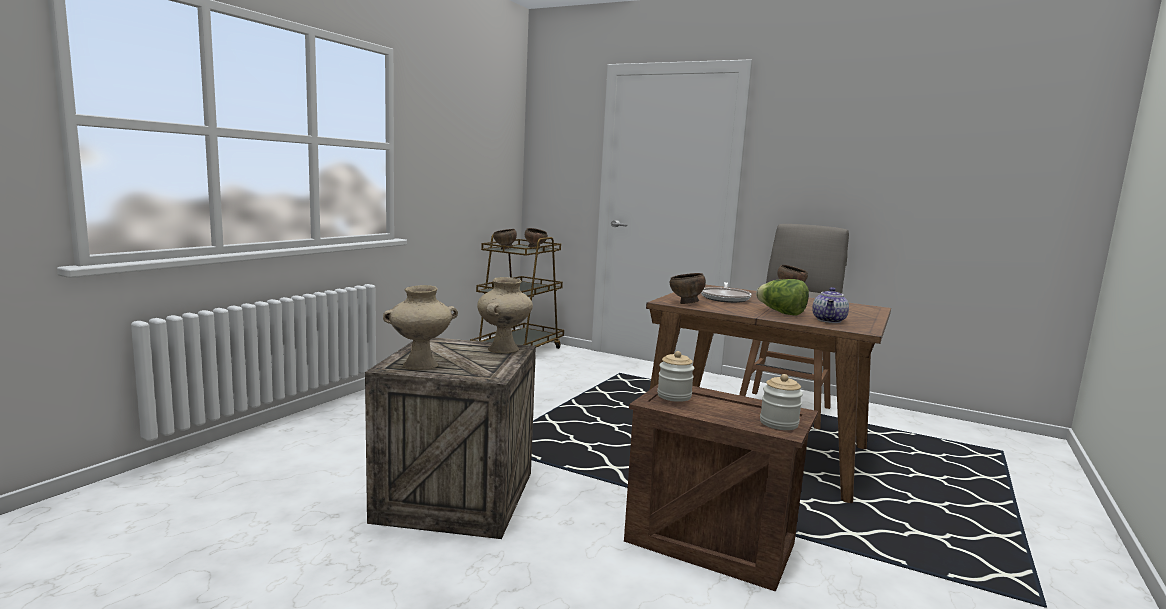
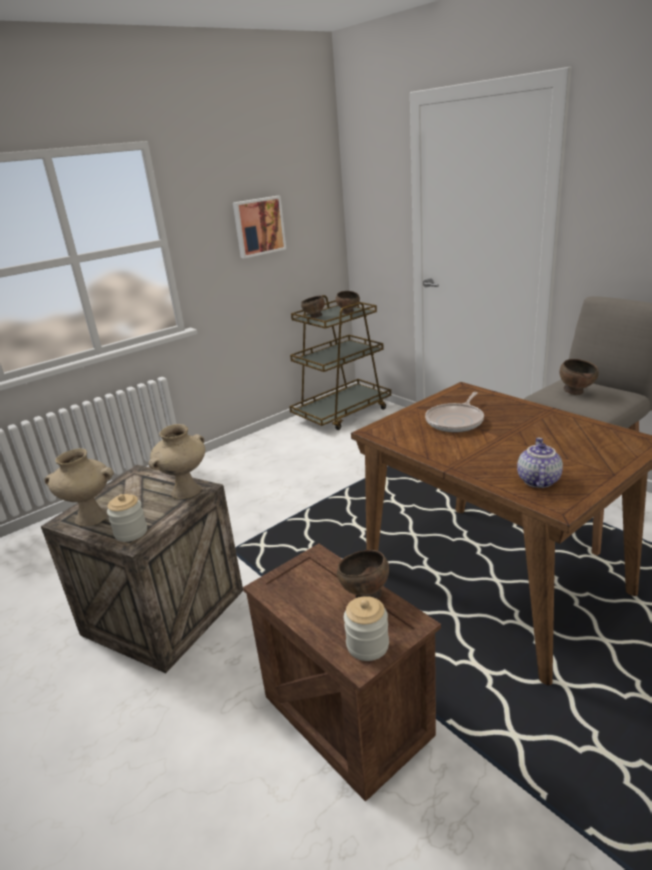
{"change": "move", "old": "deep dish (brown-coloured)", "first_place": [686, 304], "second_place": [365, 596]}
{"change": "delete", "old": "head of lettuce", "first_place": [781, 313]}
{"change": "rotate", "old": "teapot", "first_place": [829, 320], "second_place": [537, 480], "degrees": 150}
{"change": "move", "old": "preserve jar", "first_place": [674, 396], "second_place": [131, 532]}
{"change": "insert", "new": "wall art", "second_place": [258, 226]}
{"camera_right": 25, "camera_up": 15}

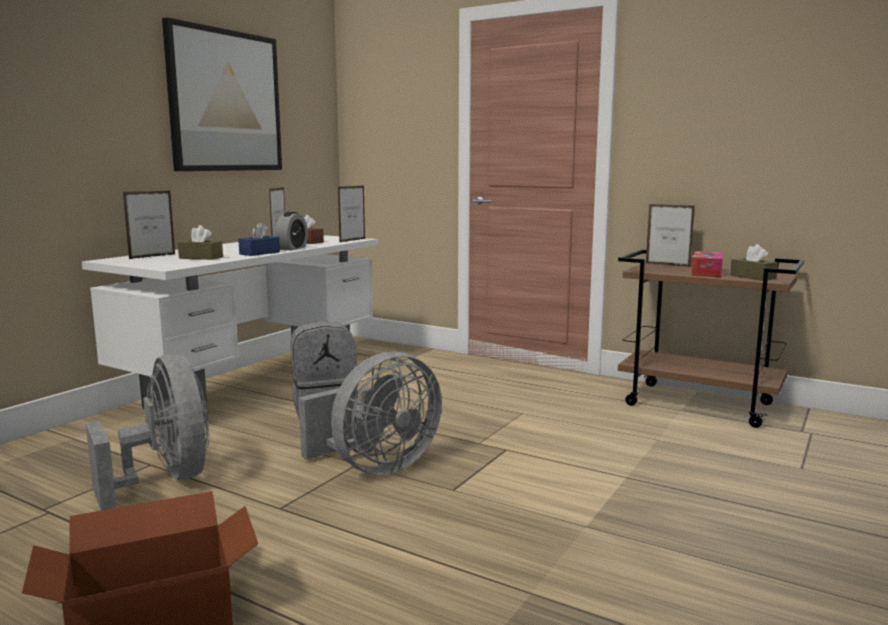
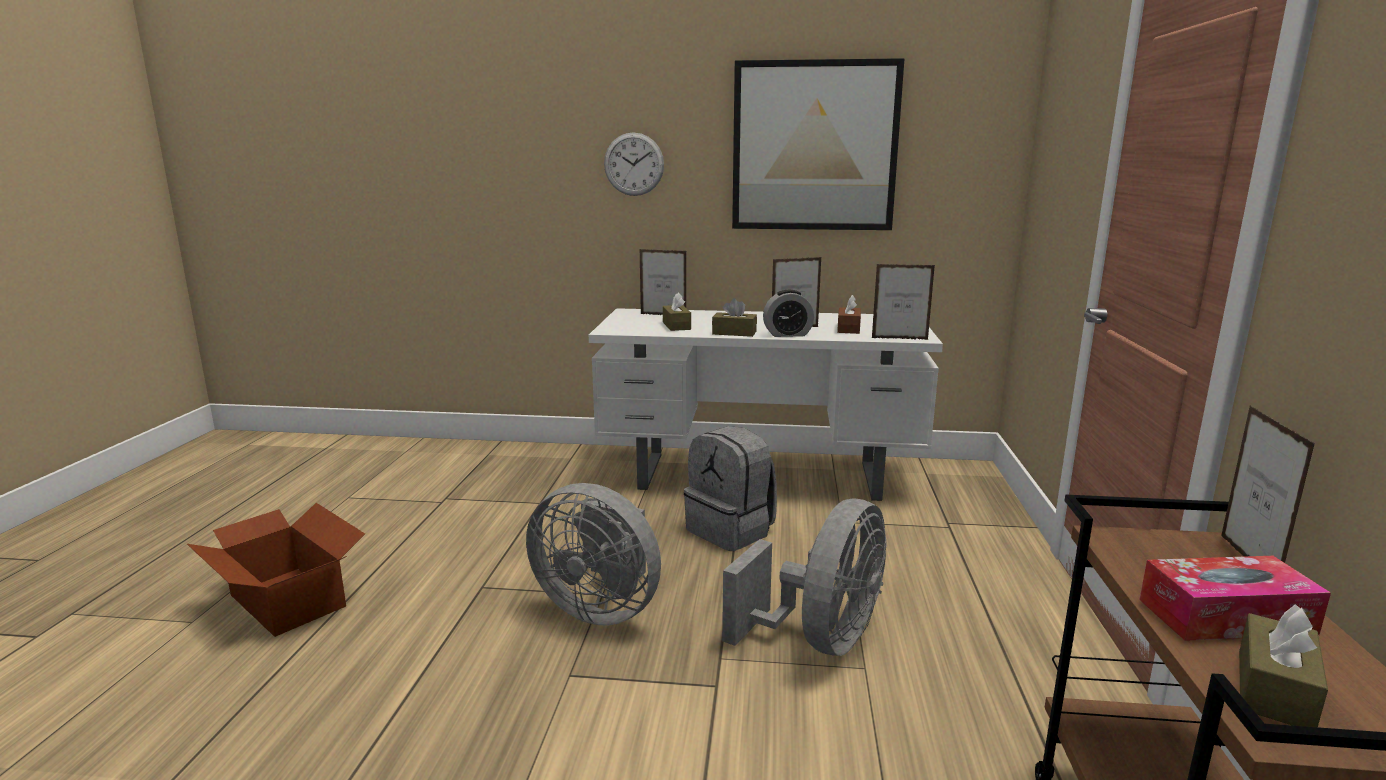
{"change": "recolor", "old": "tissue holder (blue)", "new": "tissue holder (brown-coloured)", "first_place": [259, 253], "second_place": [734, 333]}
{"change": "move", "old": "electric fan (gray)", "first_place": [166, 480], "second_place": [820, 639]}
{"change": "insert", "new": "wall clock", "second_place": [634, 164]}
{"camera_right": 65, "camera_up": 5}

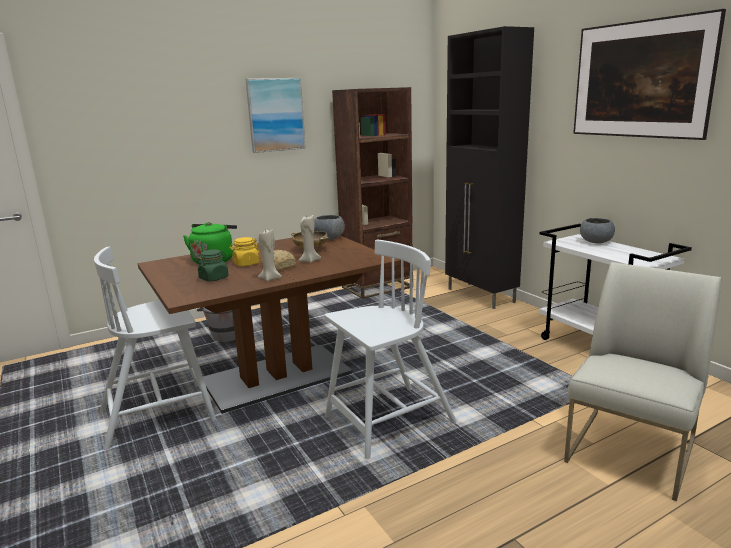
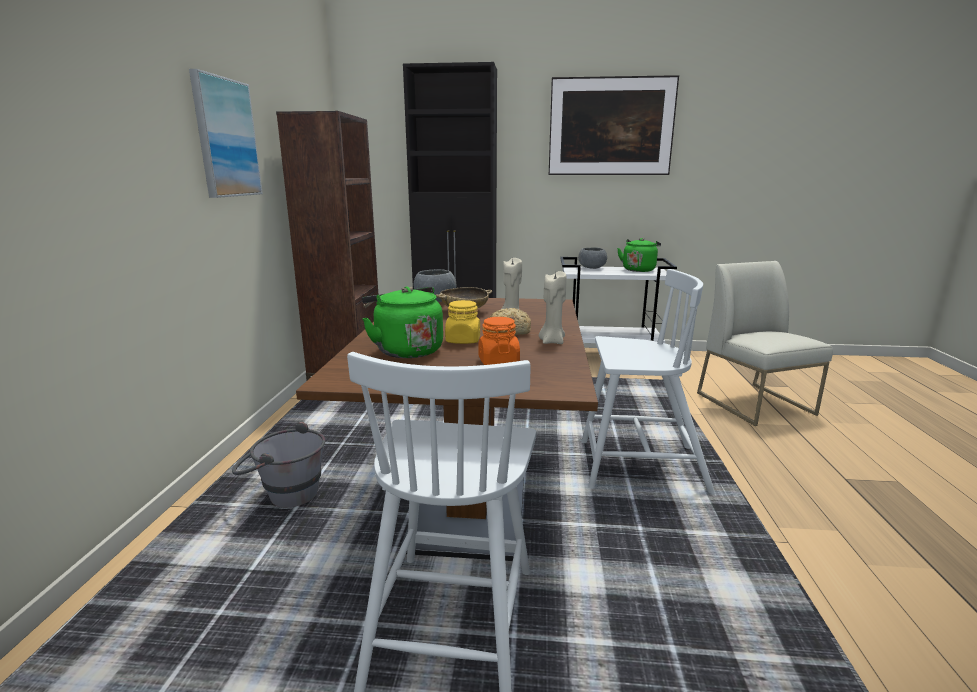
{"change": "rotate", "old": "chair (whitish)", "first_place": [387, 421], "second_place": [639, 466], "degrees": 90}
{"change": "recolor", "old": "preserve jar (green)", "new": "preserve jar (orange-coloured)", "first_place": [214, 278], "second_place": [498, 362]}
{"change": "insert", "new": "water kettle (green)", "second_place": [639, 269]}
{"camera_right": -55, "camera_up": 0}

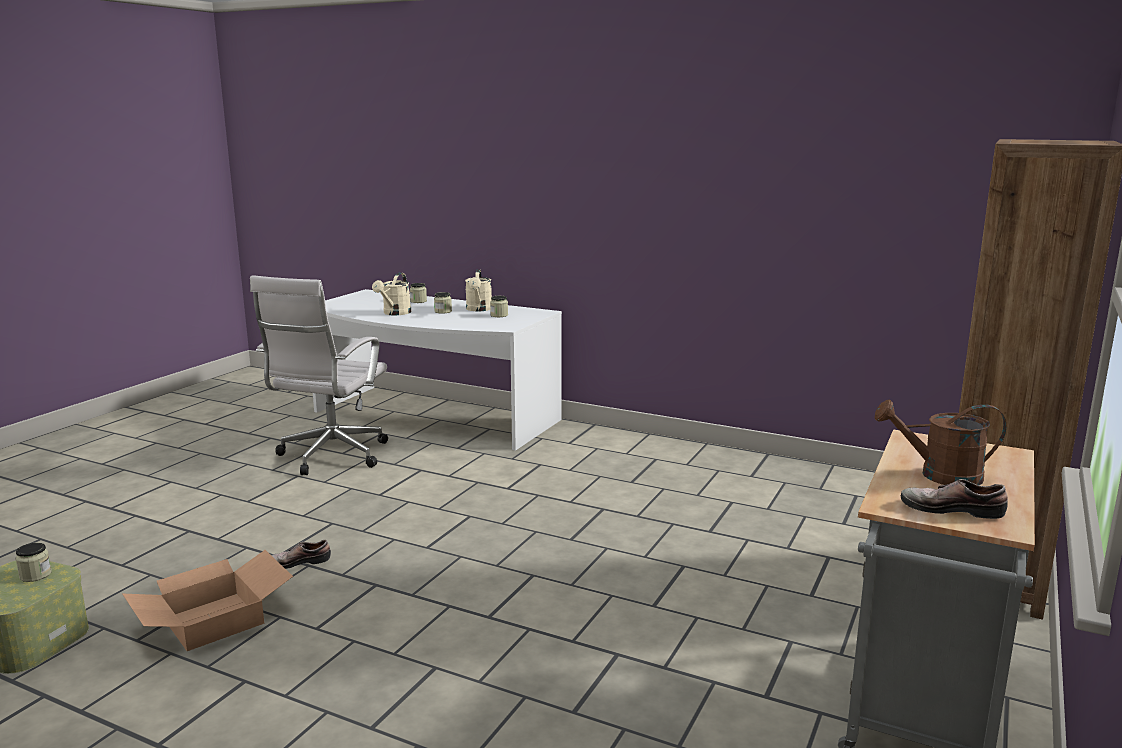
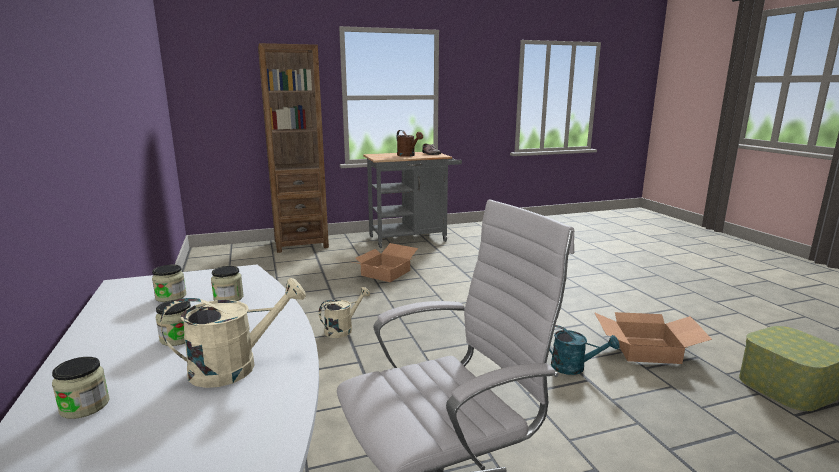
{"change": "move", "old": "sprinkling can (sand-coloured)", "first_place": [479, 309], "second_place": [343, 329]}
{"change": "replace", "old": "shoe", "new": "sprinkling can (turquoise-coloured)", "first_place": [298, 561], "second_place": [574, 368]}
{"change": "move", "old": "preserve jar", "first_place": [35, 575], "second_place": [228, 298]}
{"change": "insert", "new": "packing box", "second_place": [385, 273]}
{"camera_right": -135, "camera_up": 0}

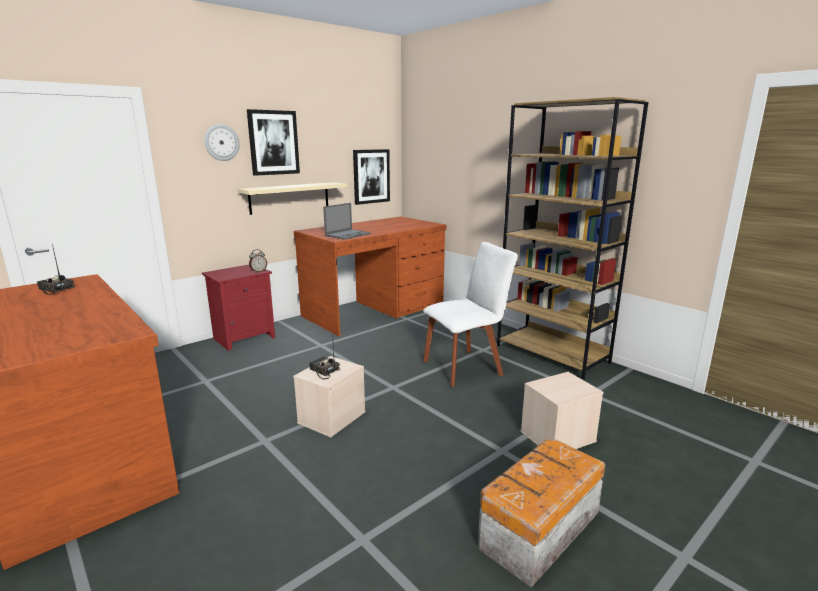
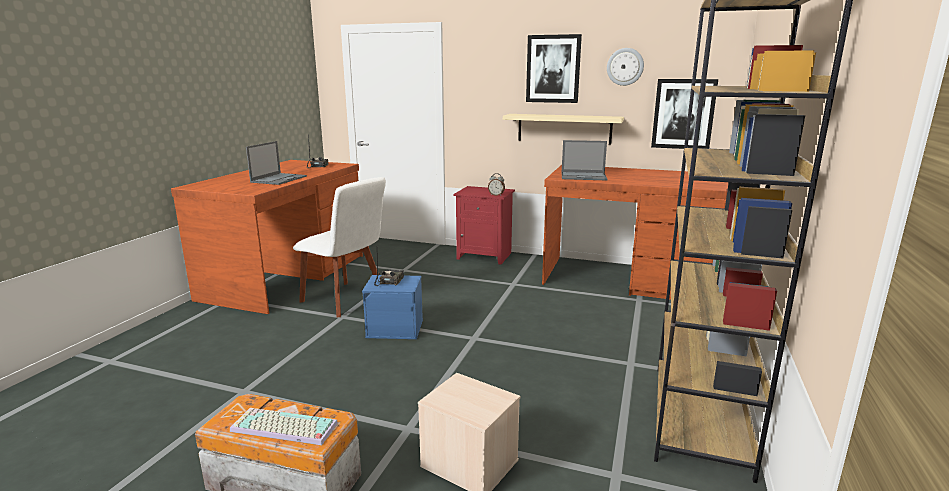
{"change": "move", "old": "wall clock", "first_place": [221, 142], "second_place": [625, 66]}
{"change": "move", "old": "chair (whitish)", "first_place": [465, 367], "second_place": [346, 300]}
{"change": "recolor", "old": "storage container (sand-coloured)", "new": "storage container (blue)", "first_place": [331, 417], "second_place": [395, 328]}
{"change": "insert", "new": "portable computer", "second_place": [279, 179]}
{"change": "insert", "new": "computer keyboard", "second_place": [282, 428]}
{"camera_right": 60, "camera_up": 0}

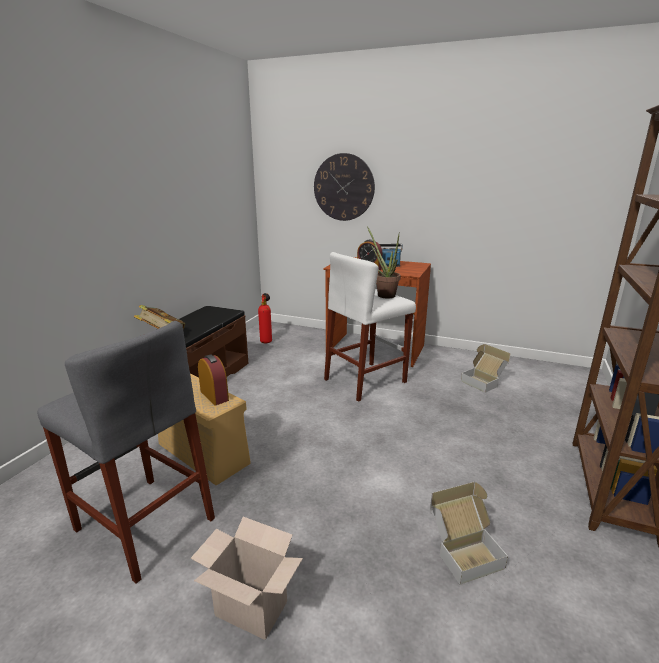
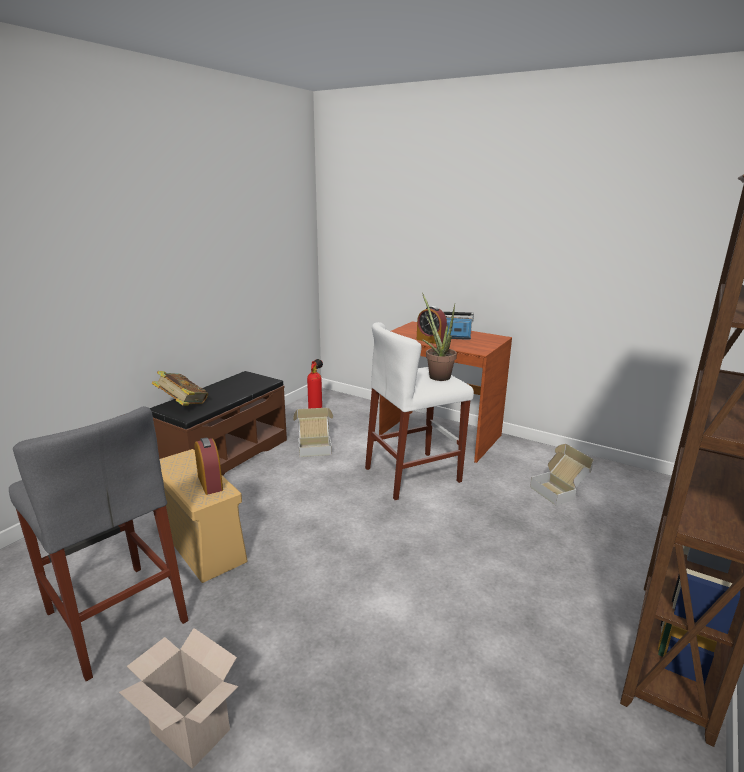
{"change": "delete", "old": "wall clock", "first_place": [343, 187]}
{"change": "move", "old": "packing box", "first_place": [463, 550], "second_place": [314, 447]}
{"camera_right": 10, "camera_up": 0}

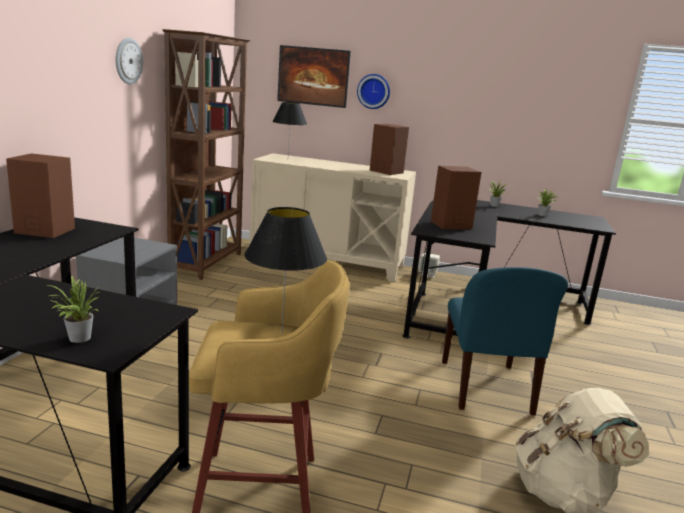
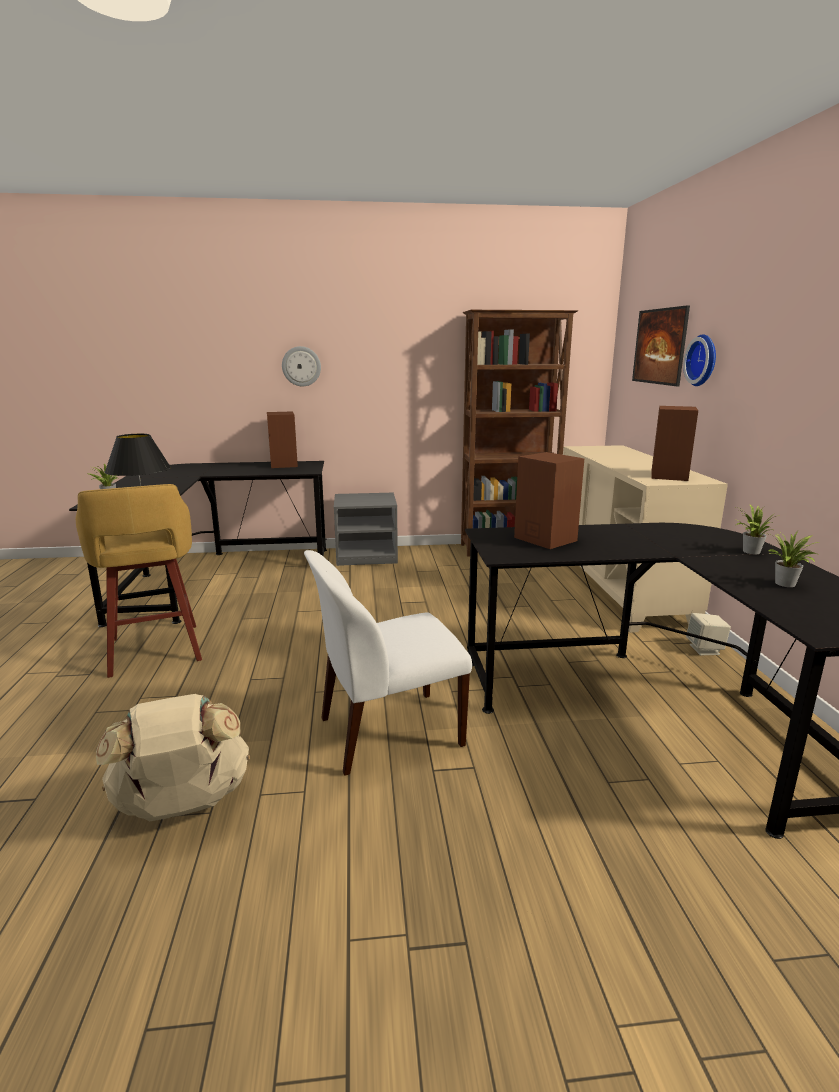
{"change": "move", "old": "wall clock", "first_place": [128, 61], "second_place": [301, 366]}
{"change": "delete", "old": "table lamp (black)", "first_place": [287, 159]}
{"change": "recolor", "old": "chair (blue)", "new": "chair (whitish)", "first_place": [486, 388], "second_place": [387, 732]}
{"camera_right": 70, "camera_up": 0}

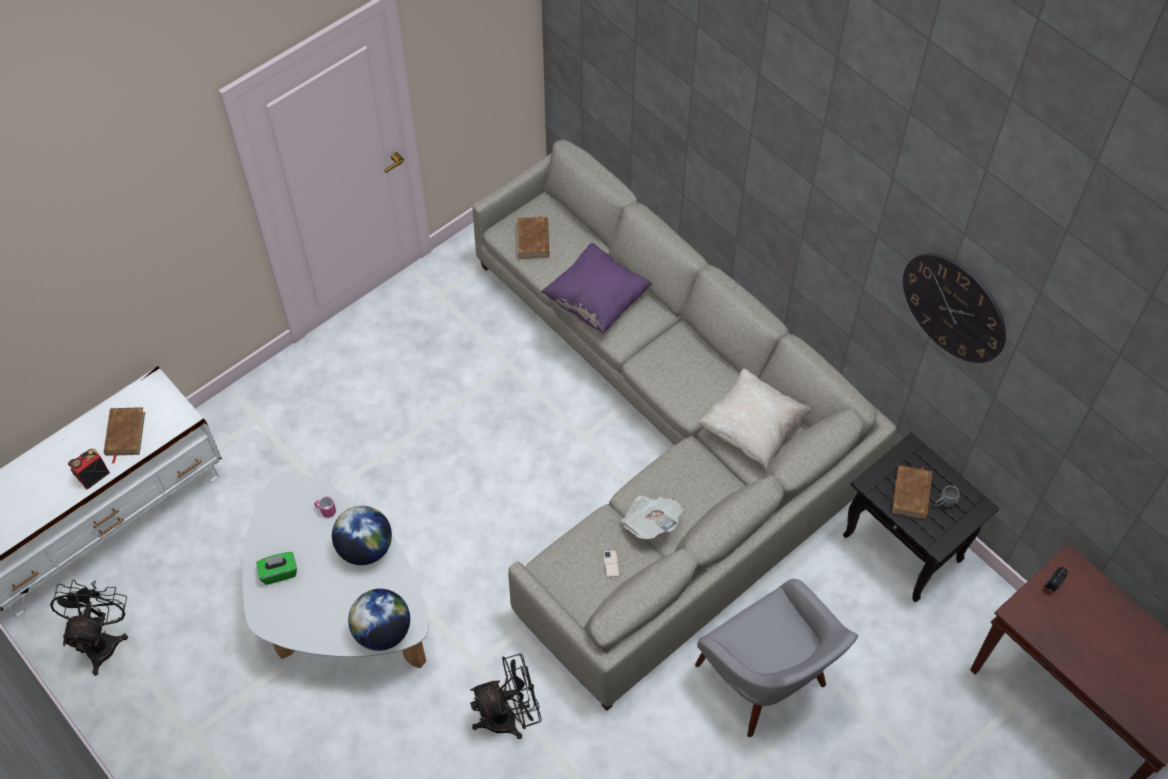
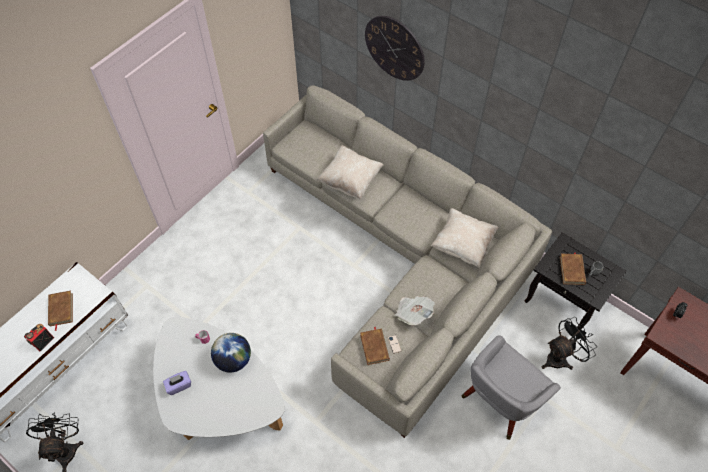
{"change": "move", "old": "volume (brown-coloured)", "first_place": [533, 240], "second_place": [374, 347]}
{"change": "recolor", "old": "cushion (purple-coloured)", "new": "cushion (sand-coloured)", "first_place": [596, 301], "second_place": [350, 180]}
{"change": "move", "old": "wall clock", "first_place": [954, 307], "second_place": [394, 48]}
{"change": "recolor", "old": "tissue holder (green)", "new": "tissue holder (purple-coloured)", "first_place": [279, 572], "second_place": [179, 385]}
{"change": "rotate", "old": "easy chair (gray)", "first_place": [765, 682], "second_place": [499, 402], "degrees": 90}
{"change": "delete", "old": "desk globe", "first_place": [382, 631]}
{"change": "move", "old": "electric fan (black)", "first_place": [509, 716], "second_place": [560, 357]}
{"camera_right": -10, "camera_up": 0}

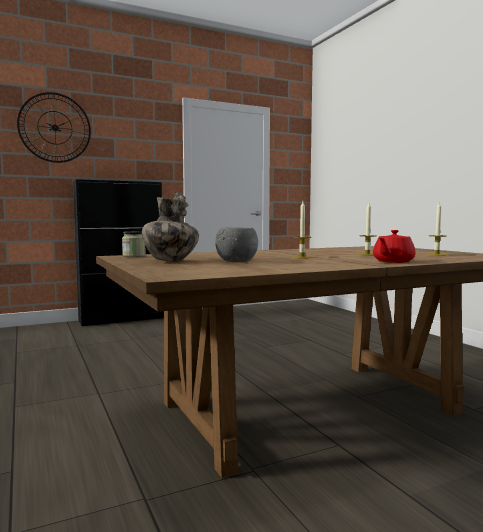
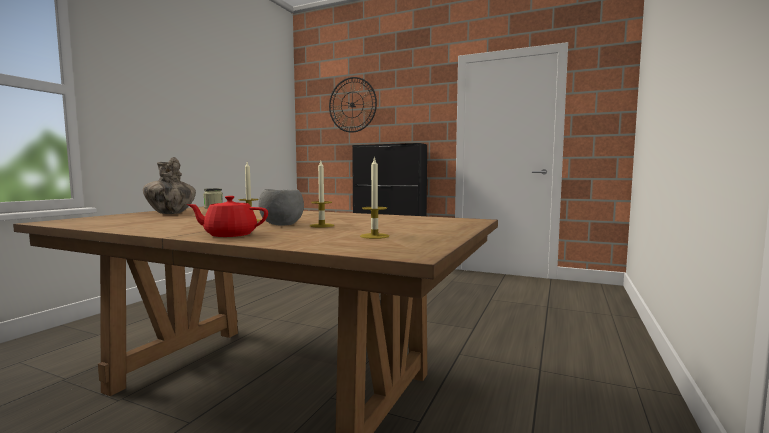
{"change": "move", "old": "deep dish (gray)", "first_place": [237, 262], "second_place": [282, 224]}
{"camera_right": 50, "camera_up": 0}

